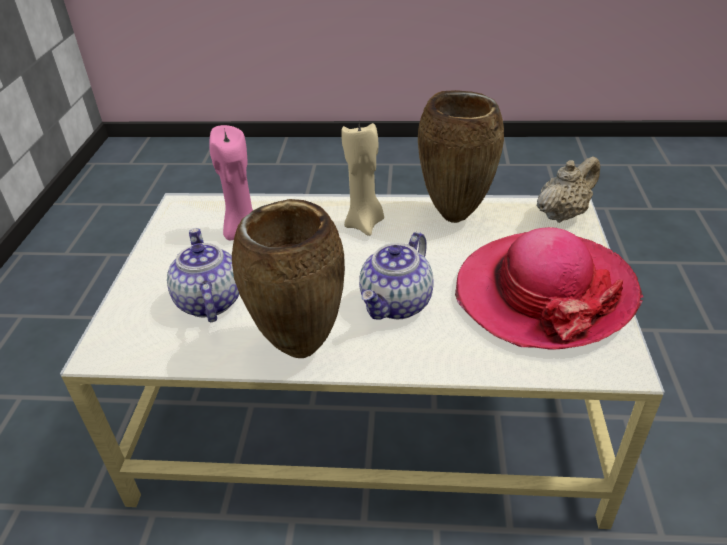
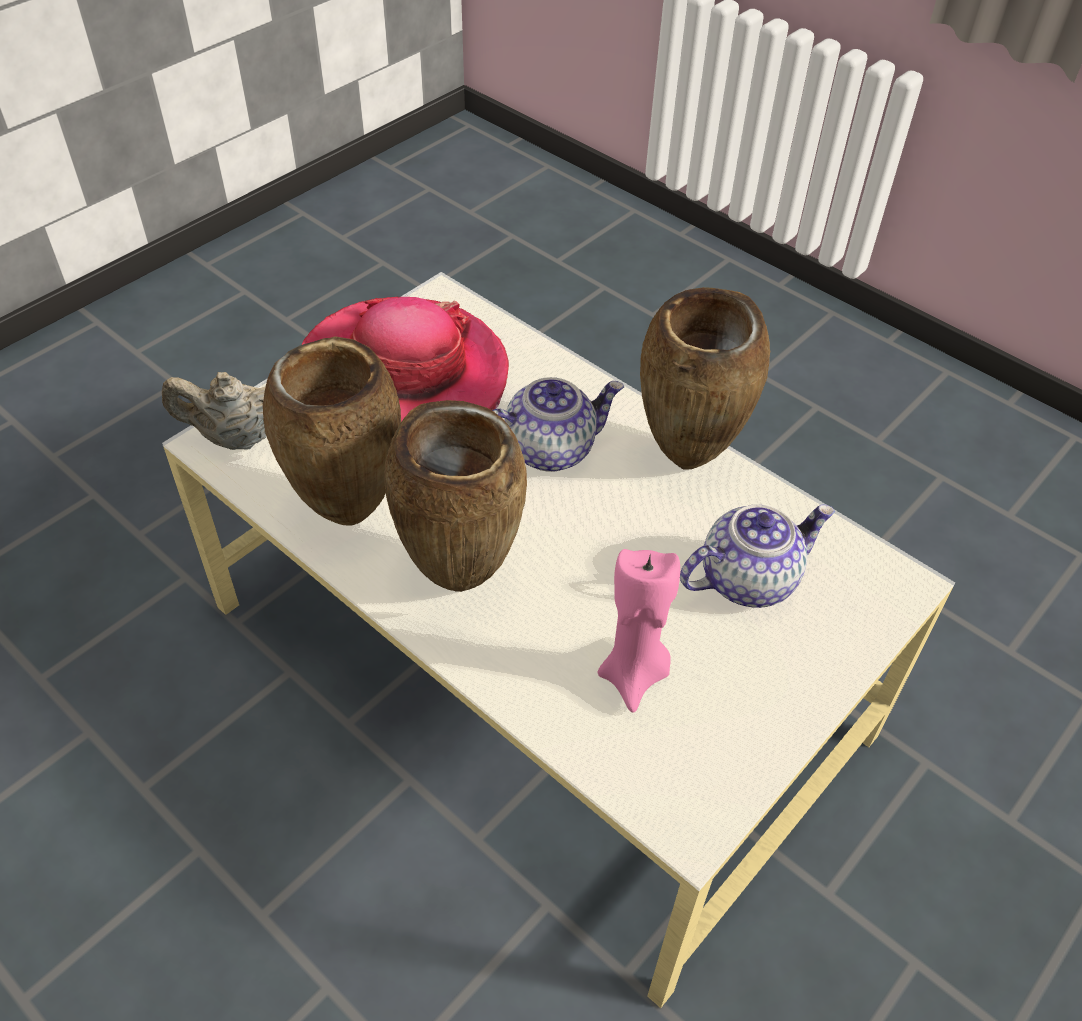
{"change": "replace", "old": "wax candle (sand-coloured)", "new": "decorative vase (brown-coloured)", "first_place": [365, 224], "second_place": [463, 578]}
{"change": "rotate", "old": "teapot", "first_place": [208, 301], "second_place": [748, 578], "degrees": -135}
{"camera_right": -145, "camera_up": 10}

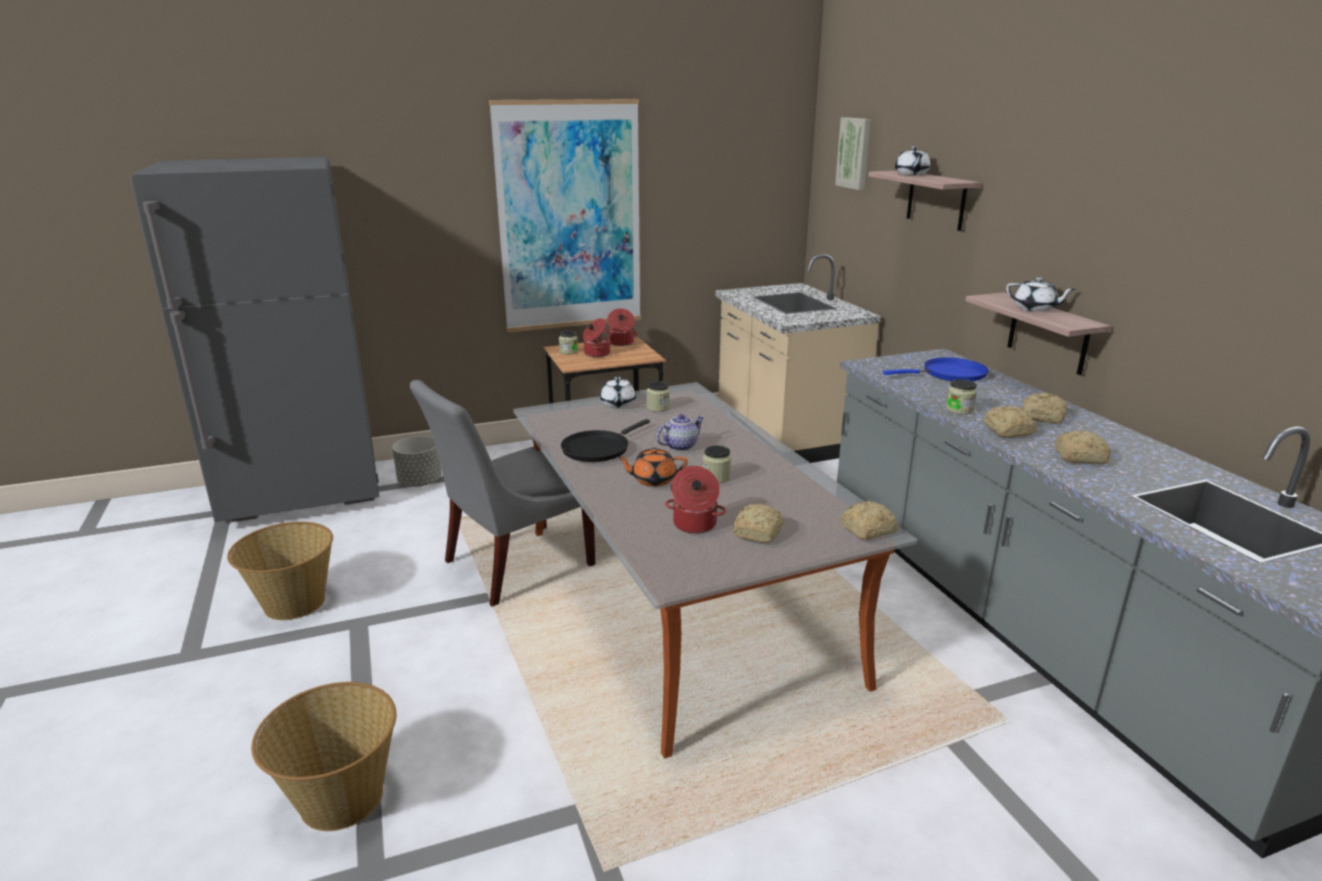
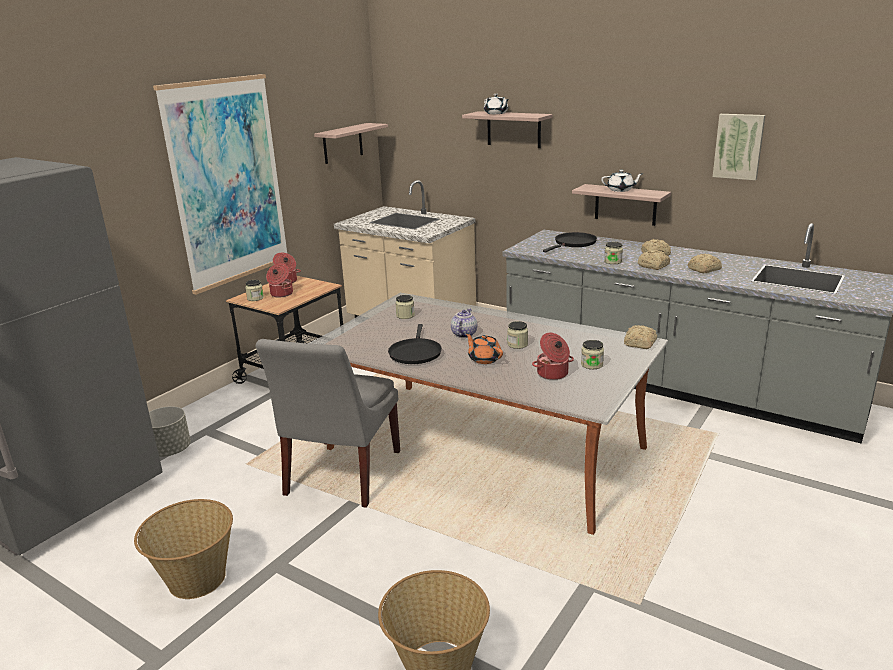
{"change": "move", "old": "wall art", "first_place": [855, 153], "second_place": [739, 146]}
{"change": "recolor", "old": "skillet (blue)", "new": "skillet (black)", "first_place": [950, 374], "second_place": [573, 243]}
{"change": "delete", "old": "teapot (whitish)", "first_place": [618, 404]}
{"change": "rotate", "old": "teapot (orange-coloured)", "first_place": [653, 480], "second_place": [484, 359], "degrees": 90}
{"change": "replace", "old": "bakery bread", "new": "preserve jar", "first_place": [759, 532], "second_place": [592, 364]}
{"change": "insert", "new": "shelf", "second_place": [342, 143]}
{"camera_right": -35, "camera_up": 0}

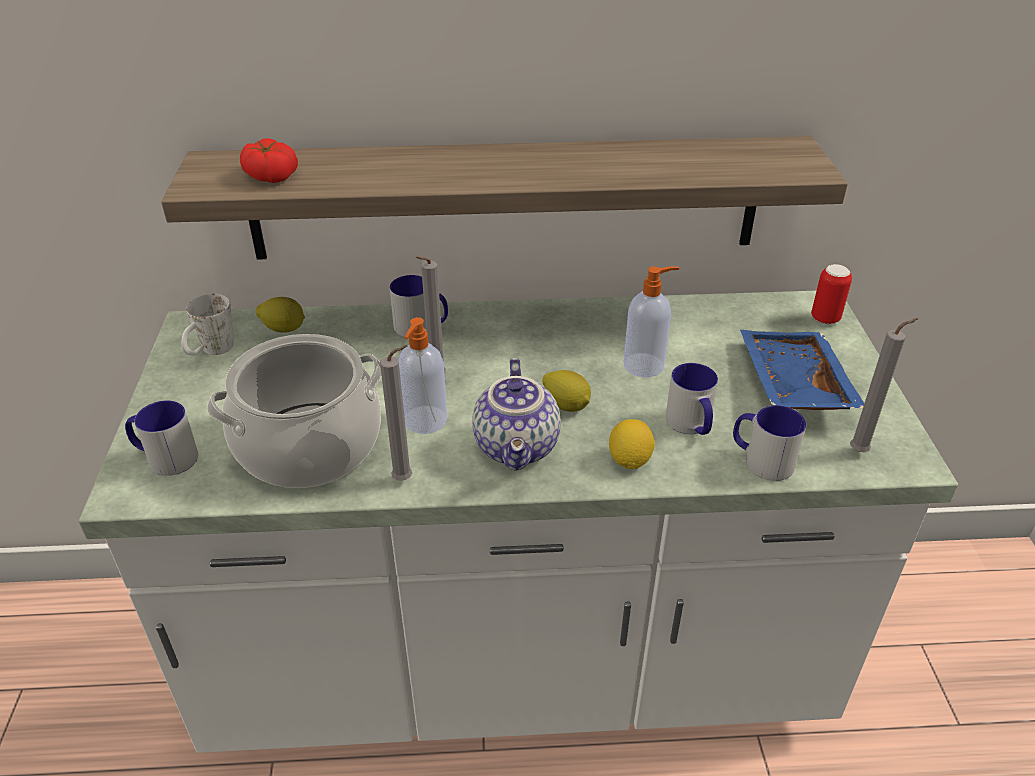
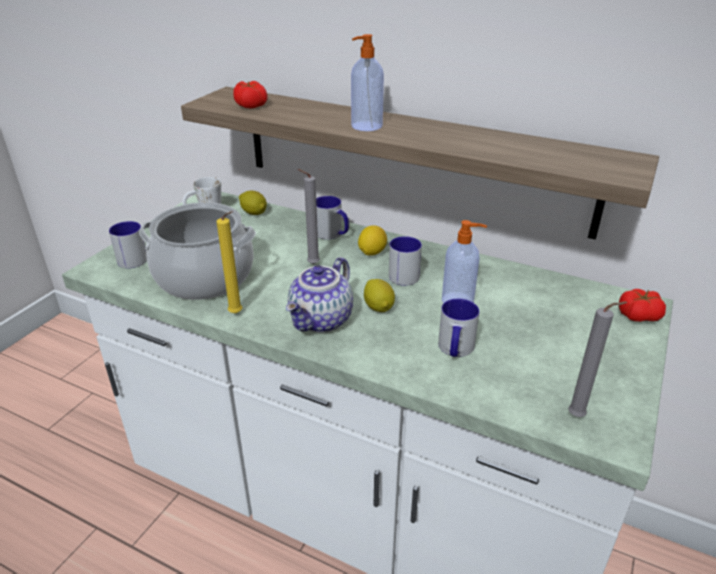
{"change": "replace", "old": "can", "new": "fresh tomato", "first_place": [825, 318], "second_place": [638, 315]}
{"change": "move", "old": "liquid soap bottle", "first_place": [424, 421], "second_place": [365, 126]}
{"change": "delete", "old": "serving tray (blue)", "first_place": [791, 384]}
{"change": "recolor", "old": "wax candle (gray)", "new": "wax candle (yellow)", "first_place": [406, 479], "second_place": [237, 314]}
{"change": "move", "old": "mug", "first_place": [761, 460], "second_place": [401, 274]}
{"change": "move", "old": "whole lemon", "first_place": [629, 460], "second_place": [372, 252]}
{"camera_right": 30, "camera_up": -5}

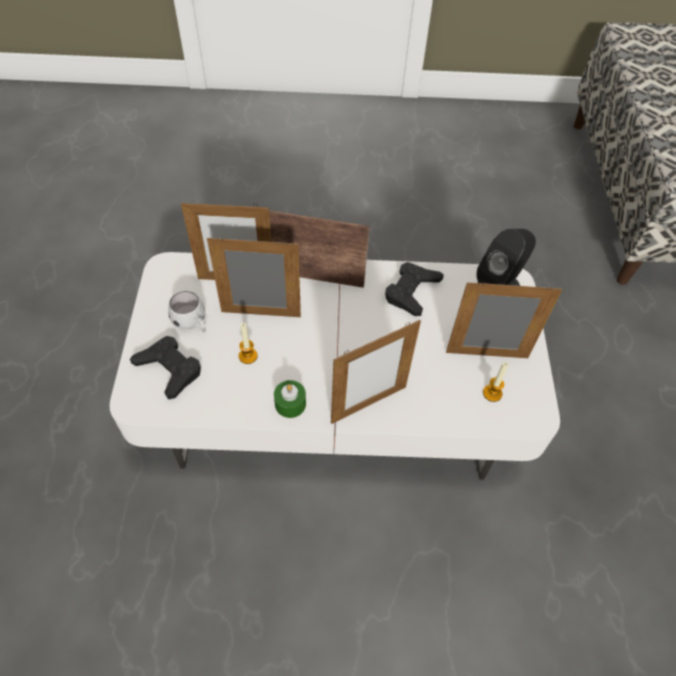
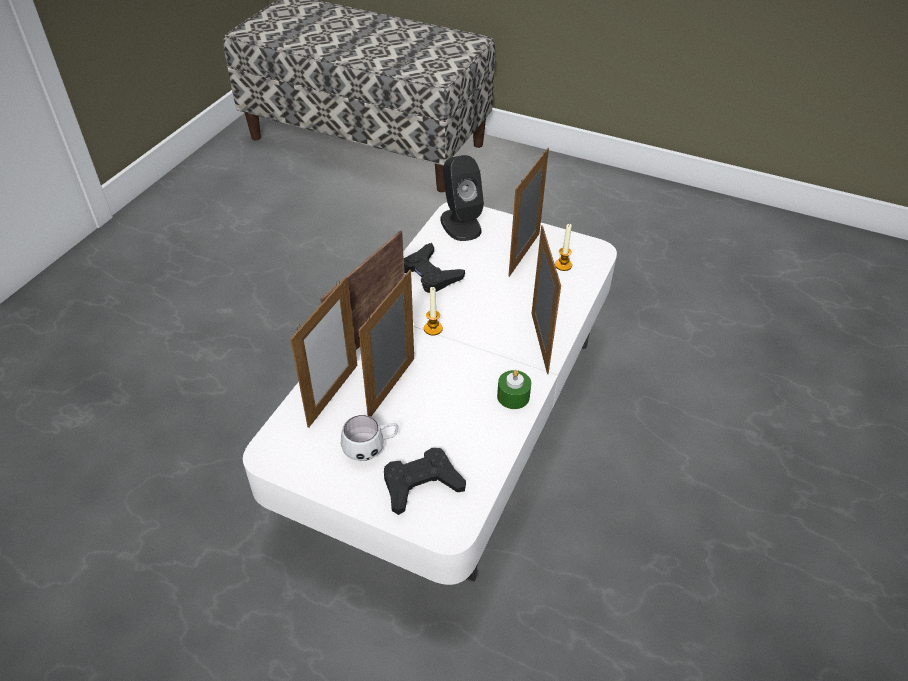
{"change": "move", "old": "wax candle", "first_place": [248, 356], "second_place": [433, 329]}
{"camera_right": -65, "camera_up": -10}

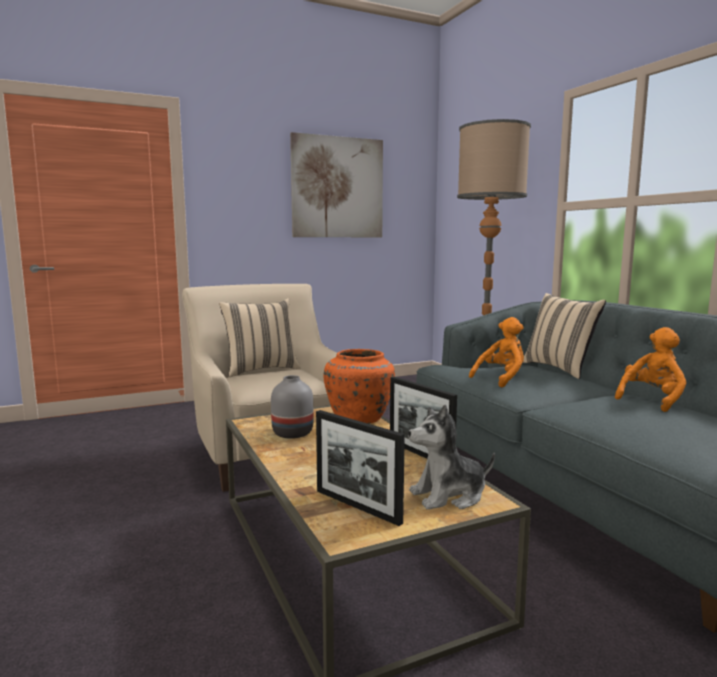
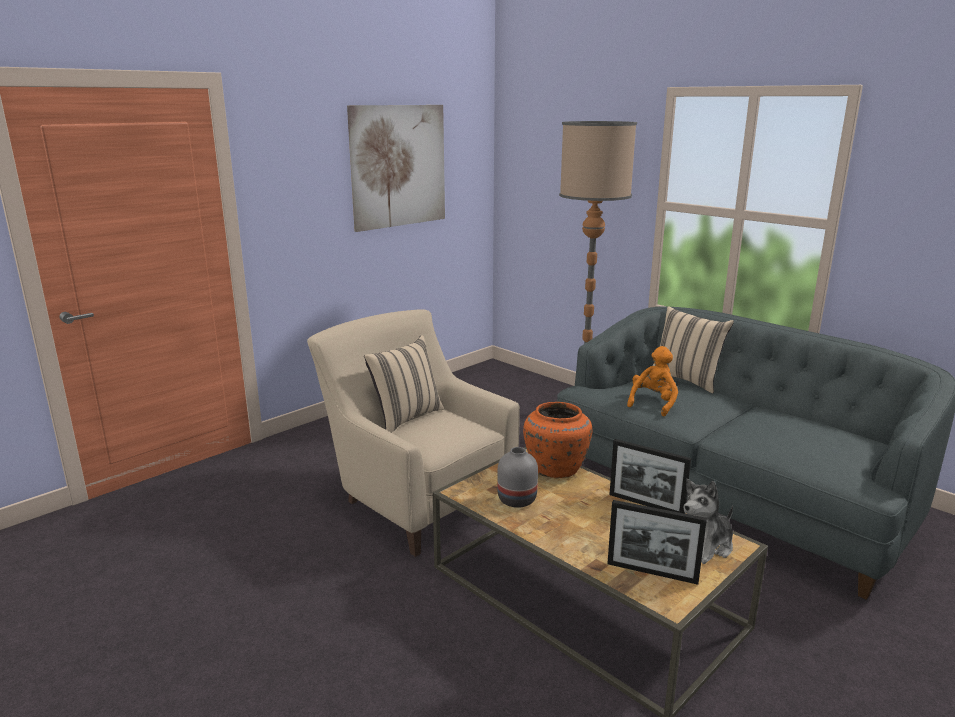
{"change": "delete", "old": "cuddly toy (orange-coloured)", "first_place": [652, 400]}
{"camera_right": -20, "camera_up": 10}

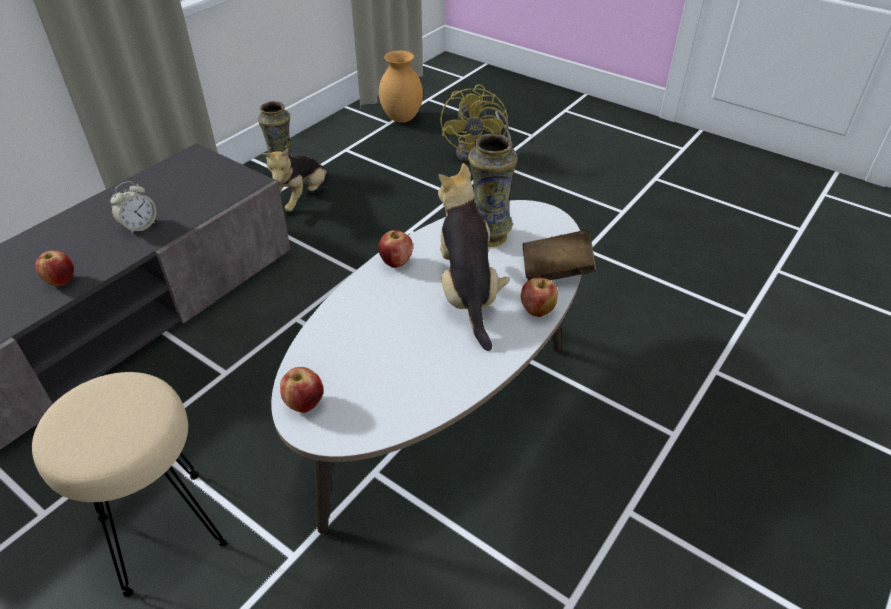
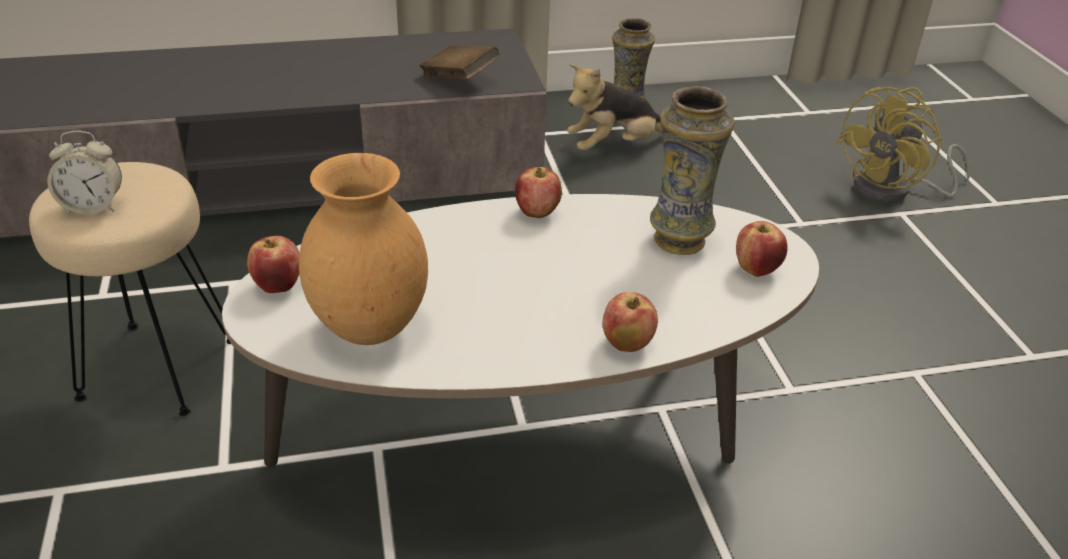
{"change": "move", "old": "decorative vase (brown-coloured)", "first_place": [401, 119], "second_place": [368, 328]}
{"change": "delete", "old": "cuddly toy", "first_place": [468, 294]}
{"change": "move", "old": "alarm clock", "first_place": [139, 226], "second_place": [93, 207]}
{"change": "move", "old": "volume (brown-coloured)", "first_place": [556, 271], "second_place": [459, 79]}
{"change": "move", "old": "apple fruit", "first_place": [61, 281], "second_place": [756, 269]}
{"camera_right": 40, "camera_up": -5}

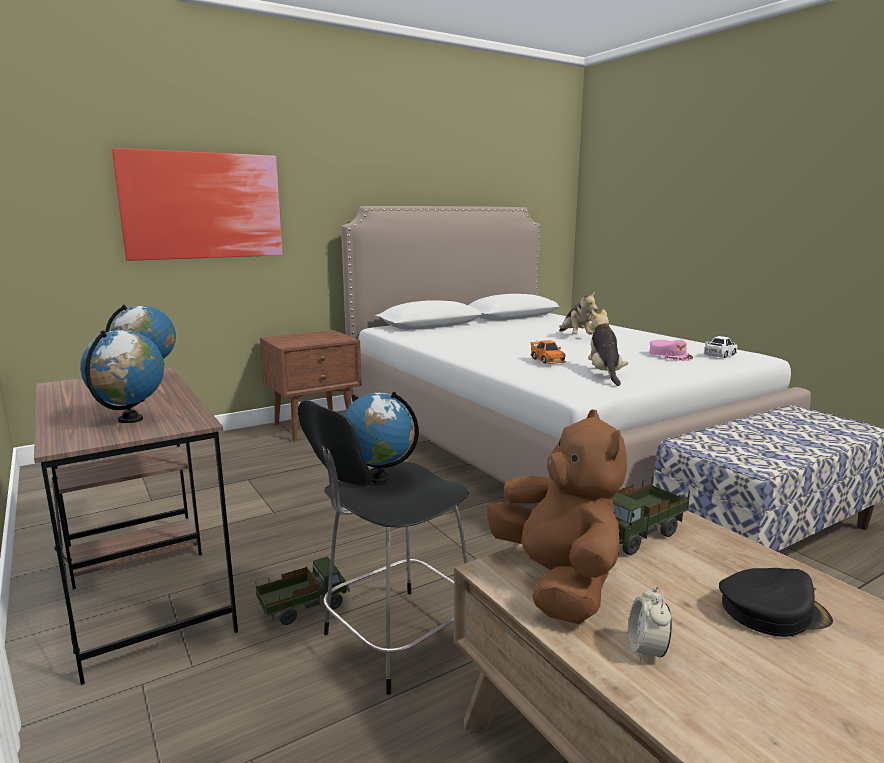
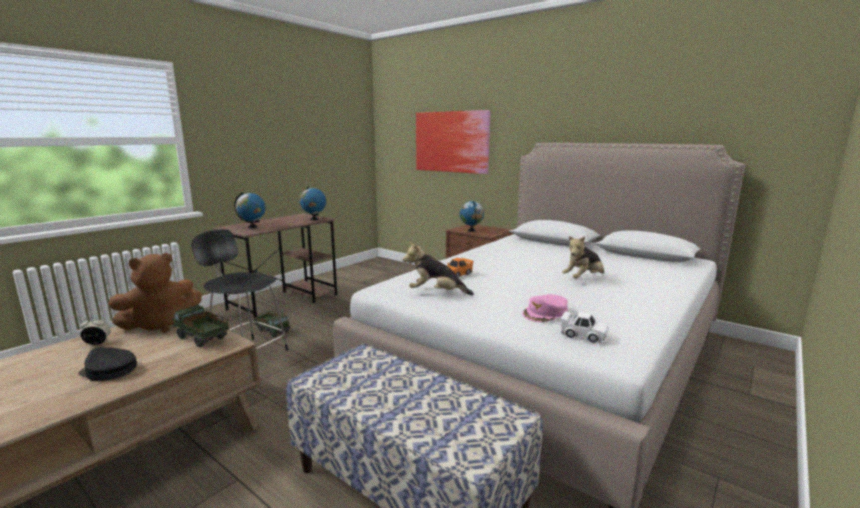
{"change": "rotate", "old": "cuddly toy", "first_place": [604, 374], "second_place": [436, 293], "degrees": -150}
{"change": "move", "old": "desk globe", "first_place": [379, 478], "second_place": [471, 231]}
{"change": "rotate", "old": "peaked cap (black)", "first_place": [772, 611], "second_place": [108, 370], "degrees": 135}
{"camera_right": 70, "camera_up": 0}

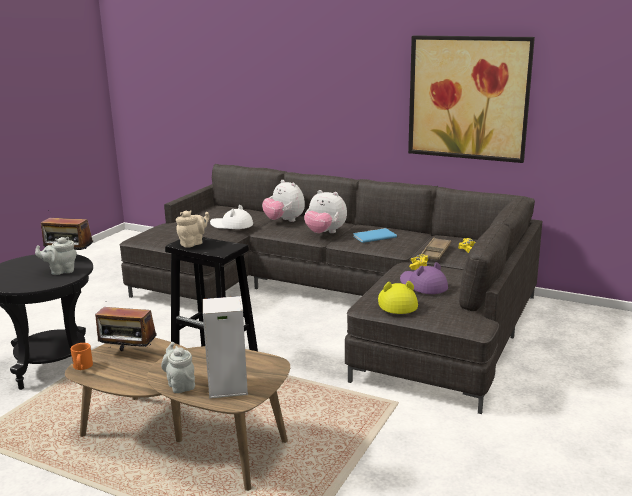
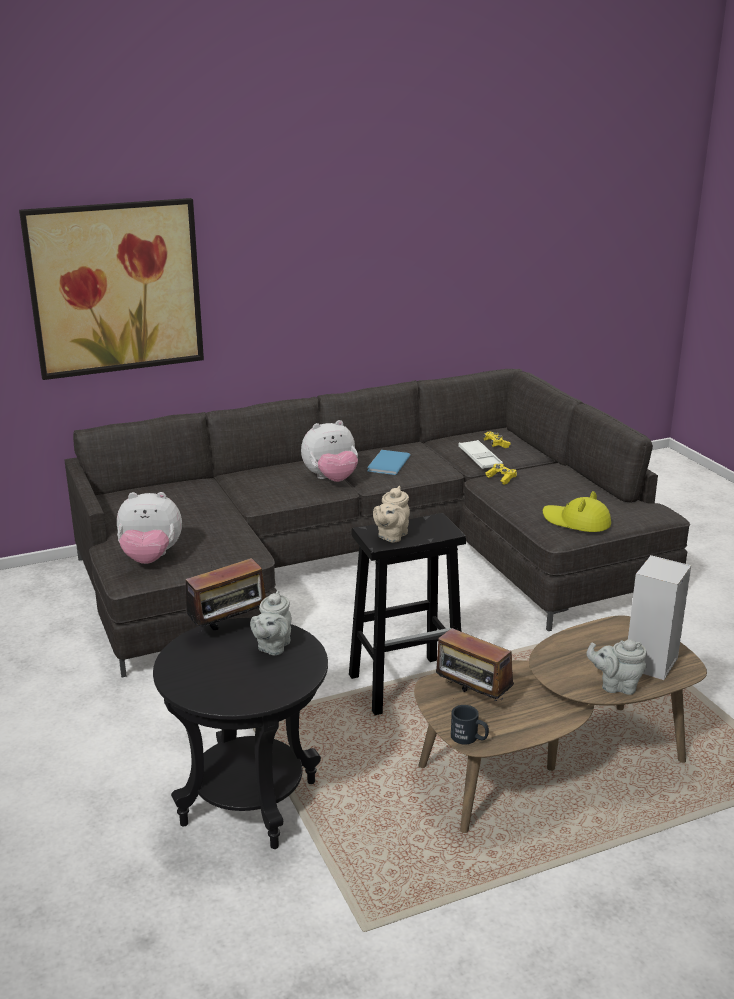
{"change": "move", "old": "wall art", "first_place": [468, 98], "second_place": [115, 288]}
{"change": "move", "old": "cuddly toy", "first_place": [284, 221], "second_place": [150, 558]}
{"change": "delete", "old": "wearable hat (whitish)", "first_place": [232, 225]}
{"change": "rotate", "old": "teapot (sand-coloured)", "first_place": [193, 243], "second_place": [391, 536], "degrees": -150}
{"change": "recolor", "old": "serving tray (brown-coloured)", "new": "serving tray (whitish)", "first_place": [435, 252], "second_place": [479, 458]}
{"change": "delete", "old": "wearable hat (purple-coloured)", "first_place": [423, 285]}
{"change": "rotate", "old": "radio set", "first_place": [128, 354], "second_place": [472, 699], "degrees": 75}
{"change": "recolor", "old": "mug (orange-coloured)", "new": "mug (black)", "first_place": [82, 367], "second_place": [469, 738]}
{"camera_right": -50, "camera_up": 5}

